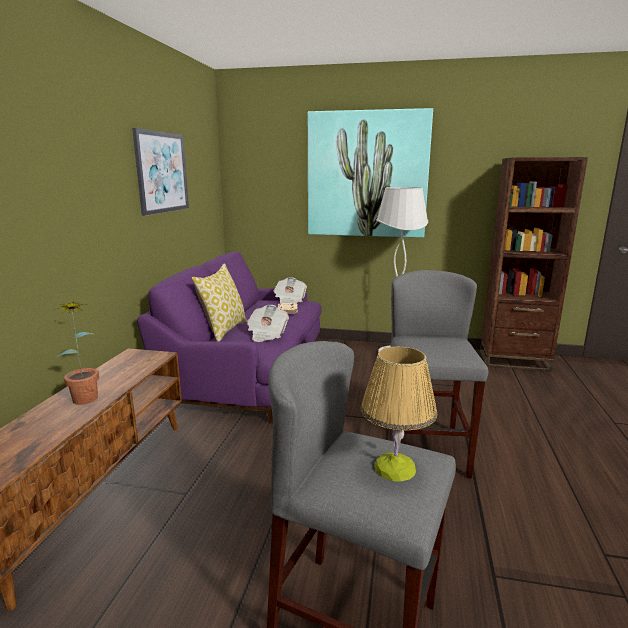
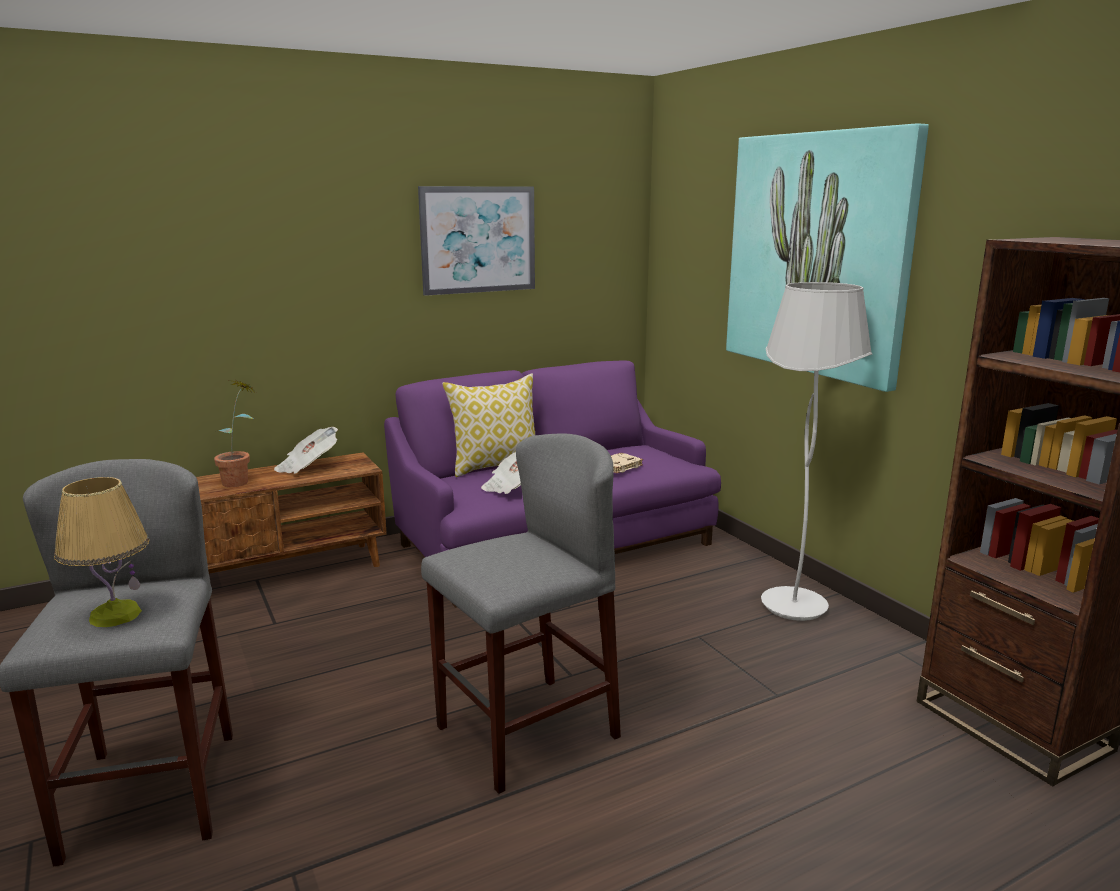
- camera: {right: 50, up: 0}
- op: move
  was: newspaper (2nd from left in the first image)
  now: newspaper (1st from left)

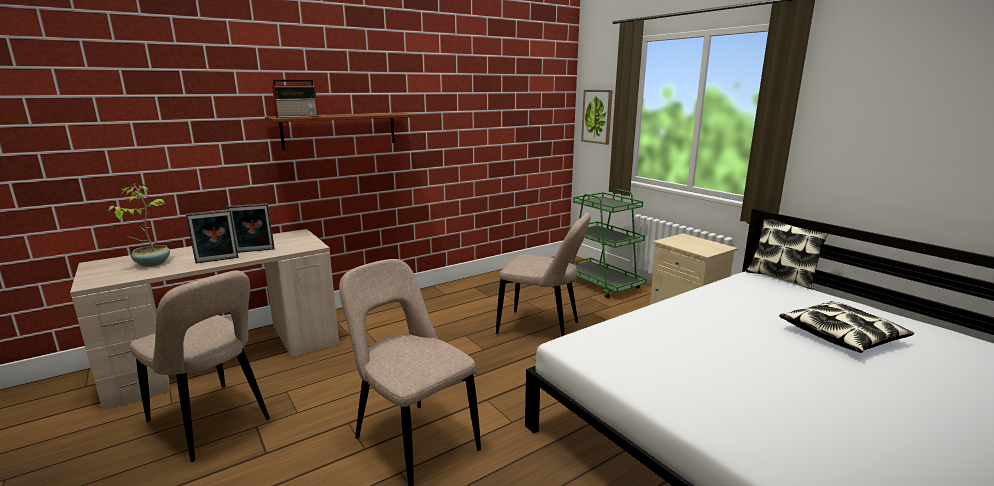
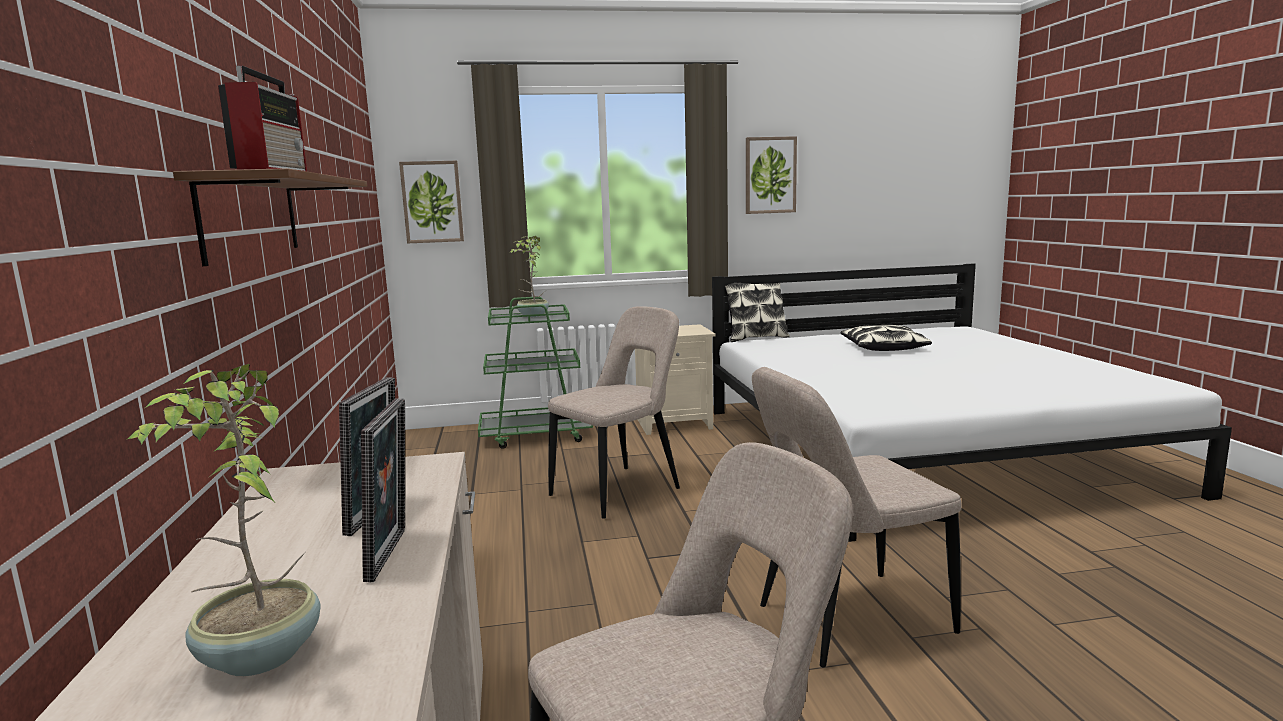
- camera: {right: -65, up: -5}
- op: insert
  now: potted plant (2nd from left)
- op: insert
  now: picture (2nd from left)

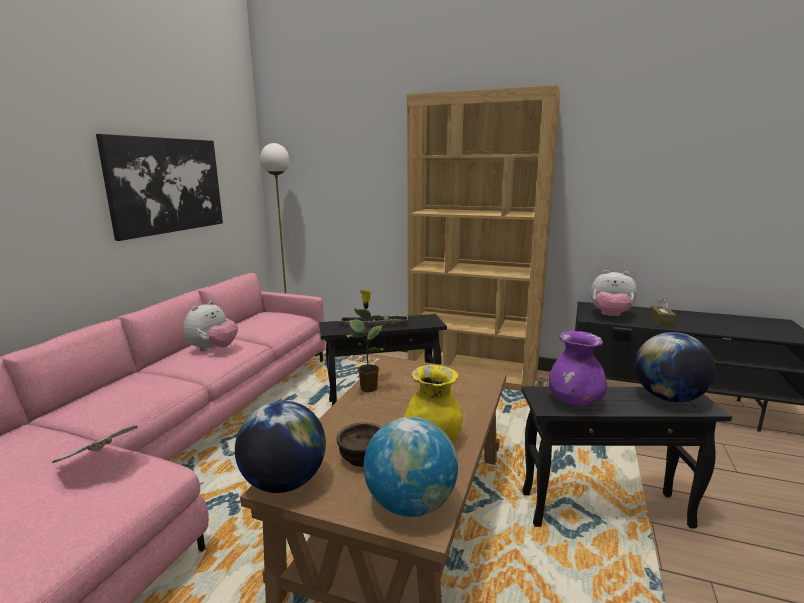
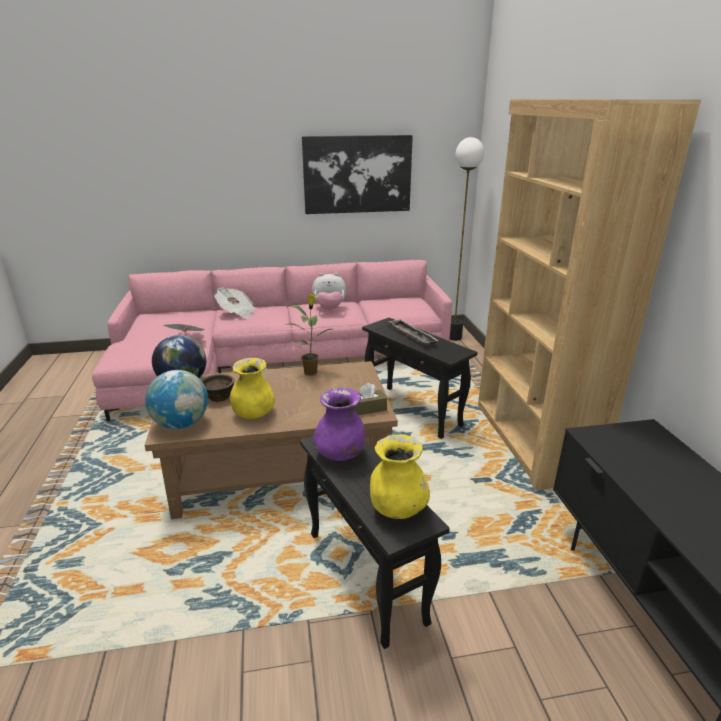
- camera: {right: 60, up: 10}
- op: delete
  was: plush toy (2nd from left)
- op: replace
  was: globe (3rd from left)
  now: vase (yellow) (2nd from left)
- op: move
  was: tissue box (brown)
- op: insert
  now: newspaper (2nd from left)

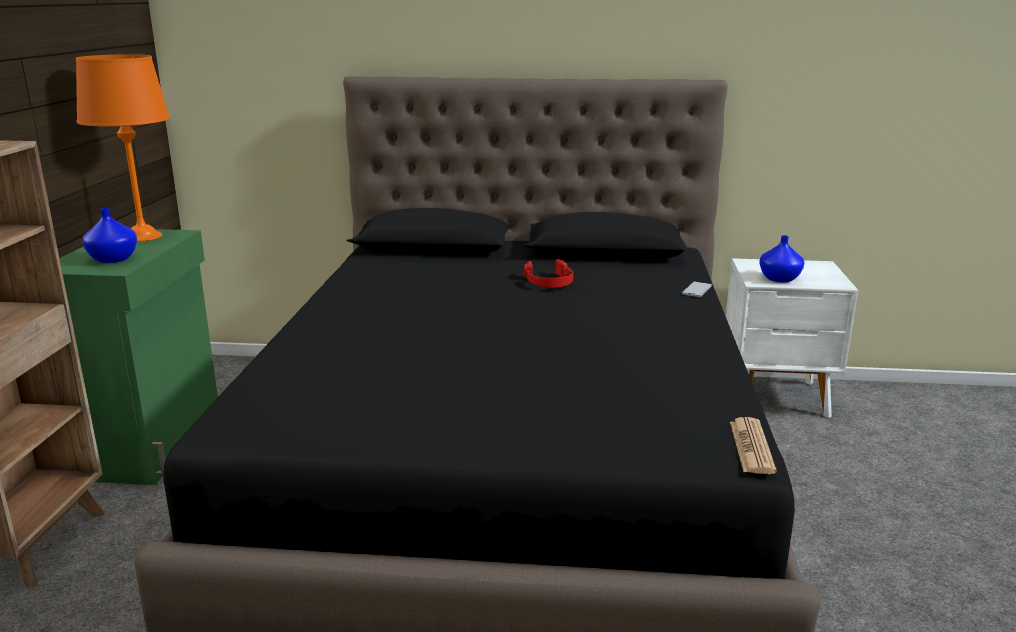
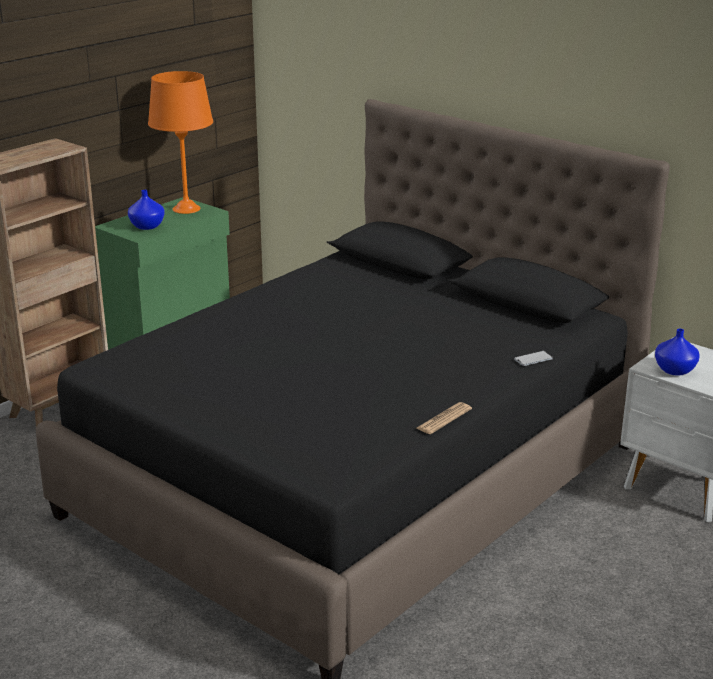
- camera: {right: 35, up: 5}
- op: delete
  was: headphones (red)
- op: move
  was: newspaper

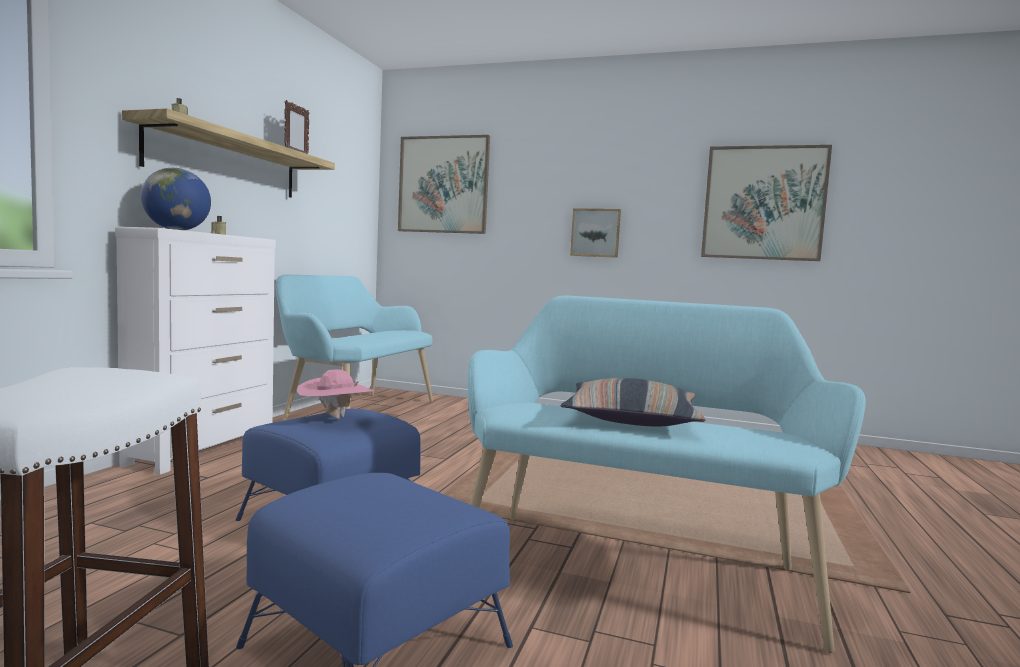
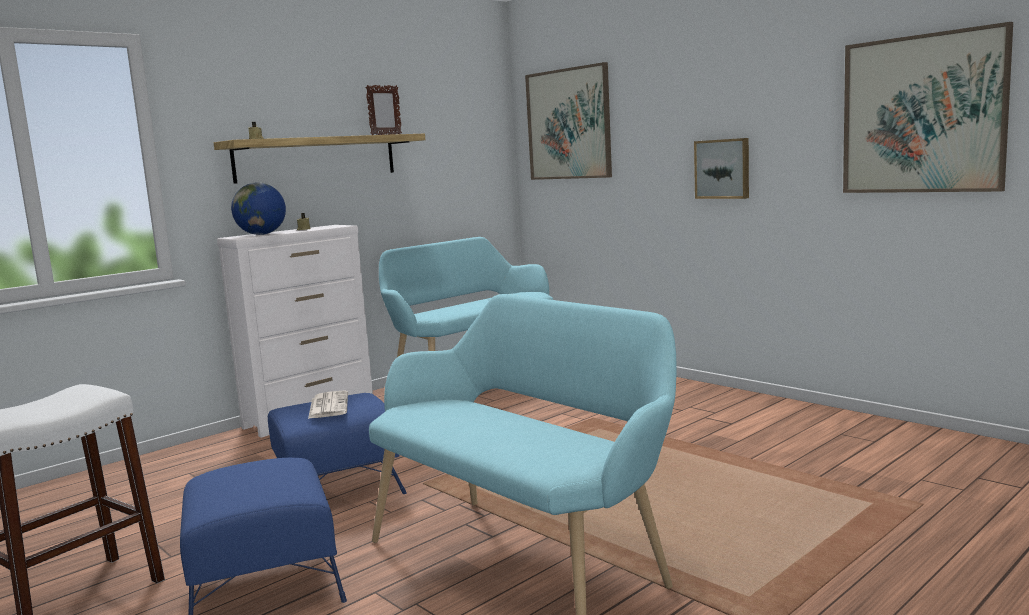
- camera: {right: 30, up: 5}
- op: replace
  was: hat (pink)
  now: newspaper
- op: delete
  was: pillow

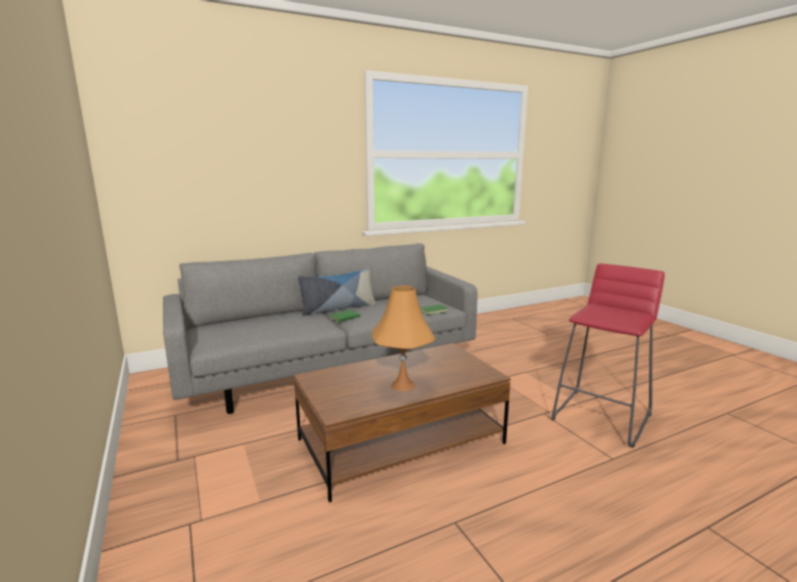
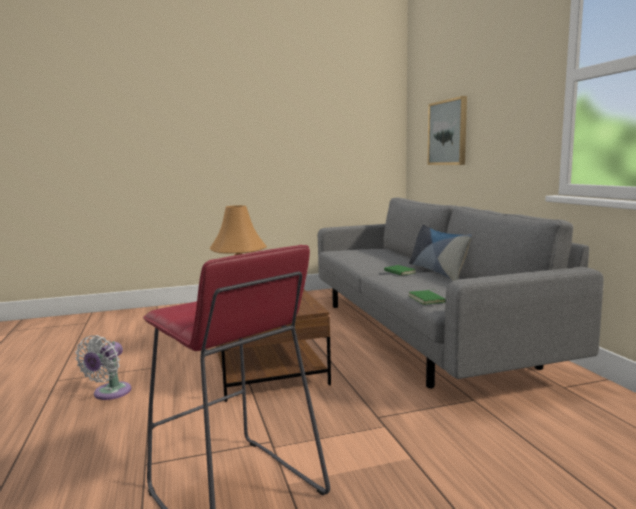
- camera: {right: 100, up: -5}
- op: insert
  now: fan (white)
- op: insert
  now: picture

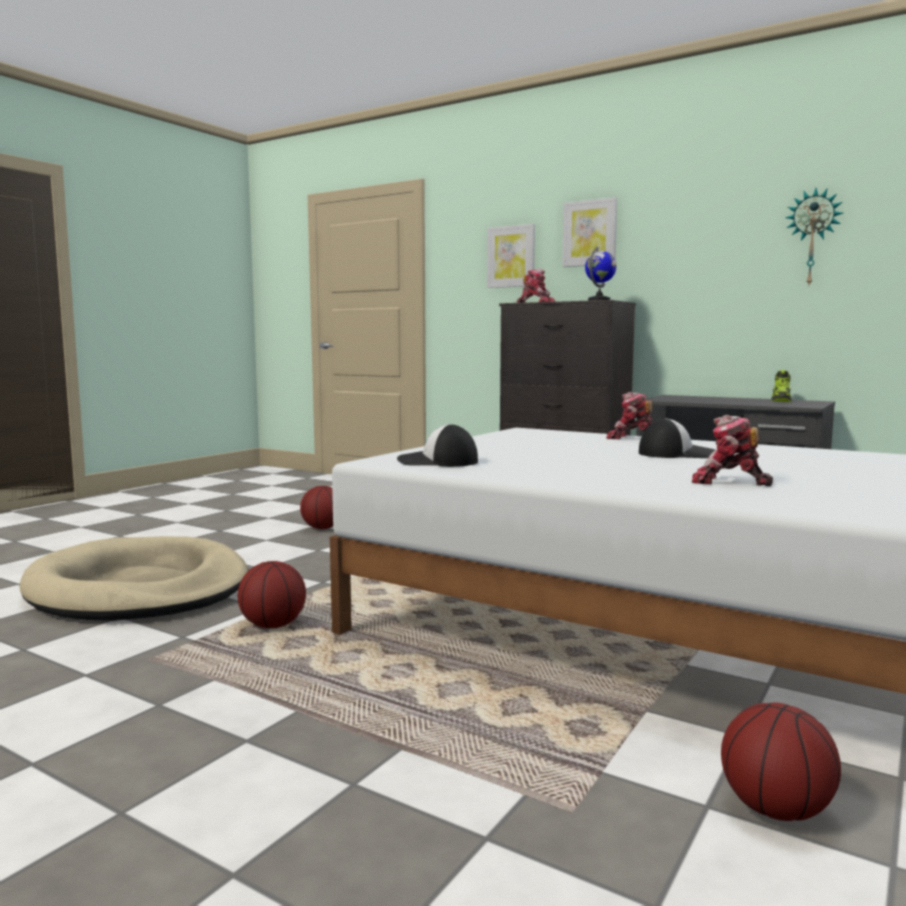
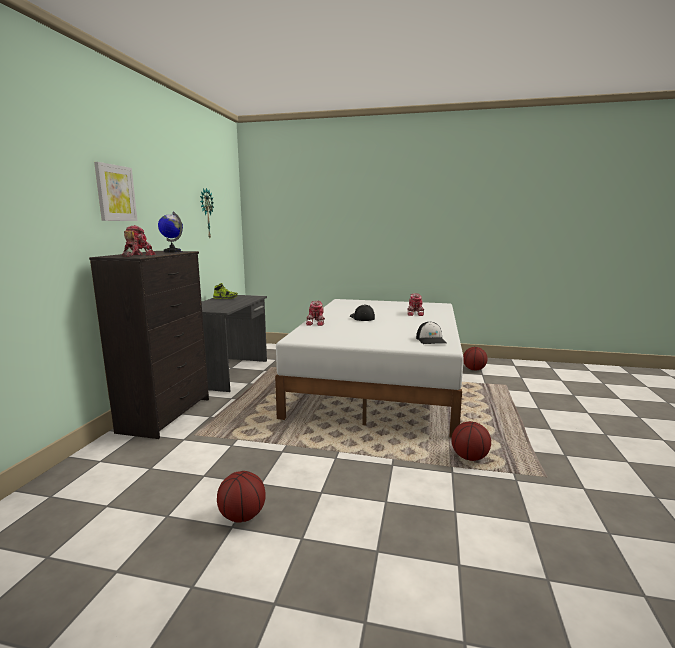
- camera: {right: -110, up: 5}
- op: delete
  was: dog bed (beige)
- op: delete
  was: picture (1st from left)

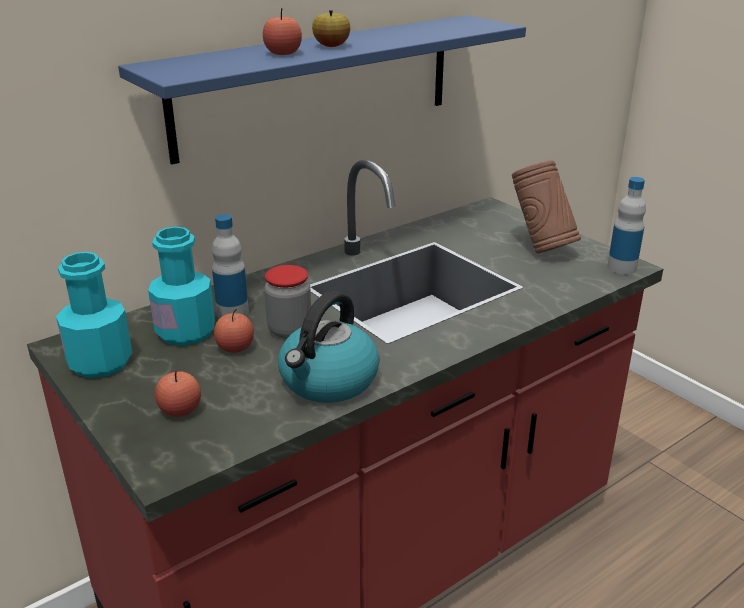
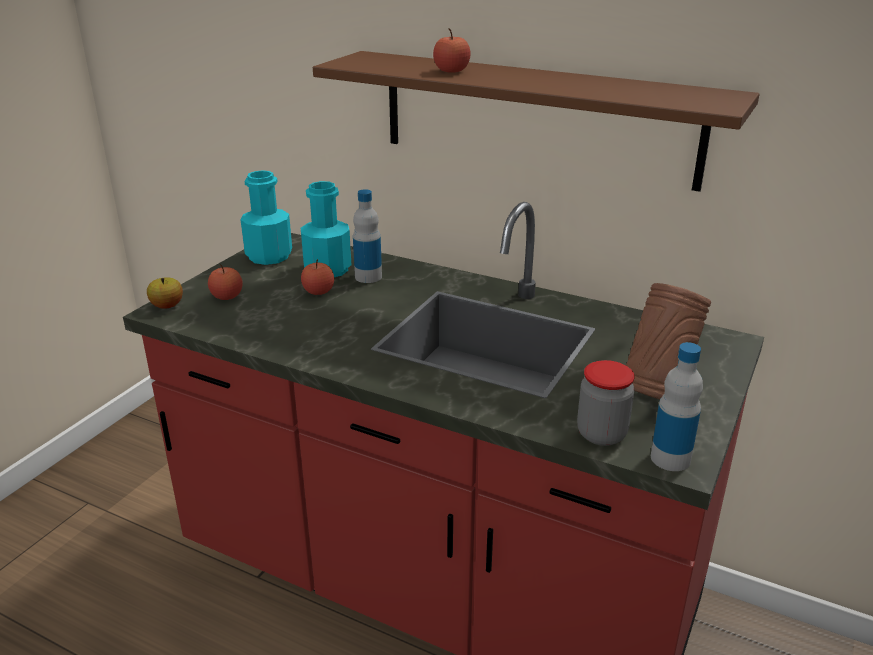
- camera: {right: 65, up: 0}
- op: recolor
  was: shelf (blue)
  now: shelf (brown)
- op: move
  was: jar
- op: delete
  was: kettle
- op: move
  was: apple (4th from left in the first image)
  now: apple (1st from left)

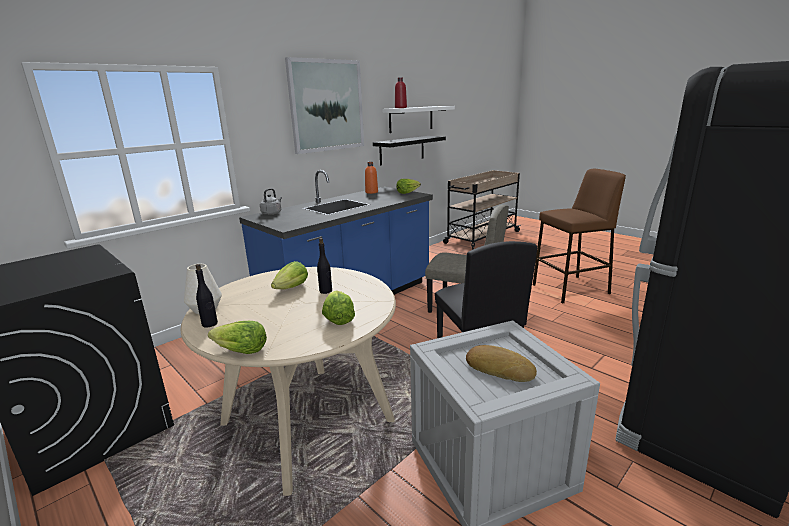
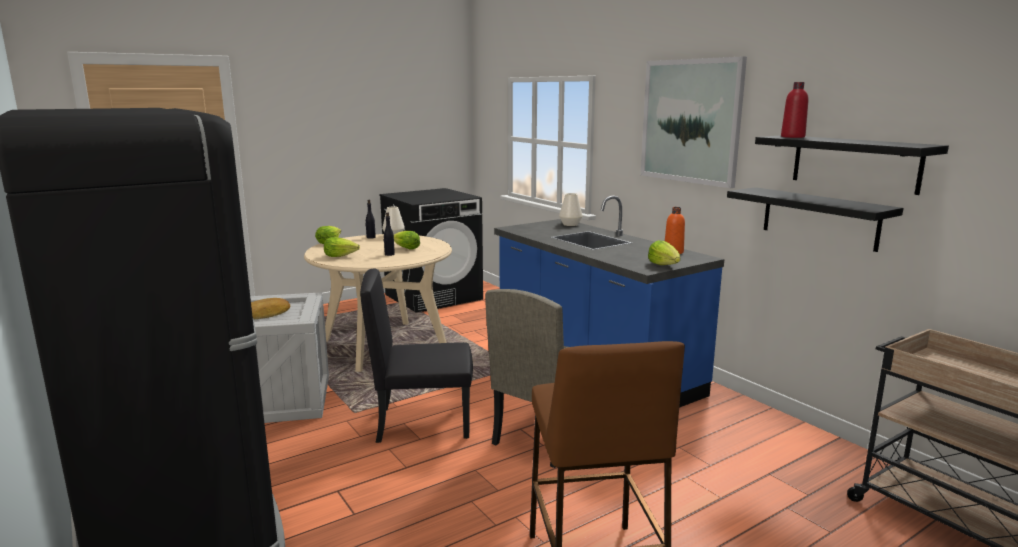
- camera: {right: 100, up: -5}
- op: replace
  was: kettle (grey)
  now: vase (white) (2nd from left)
- op: recolor
  was: shelf (white)
  now: shelf (black) (2nd from left)

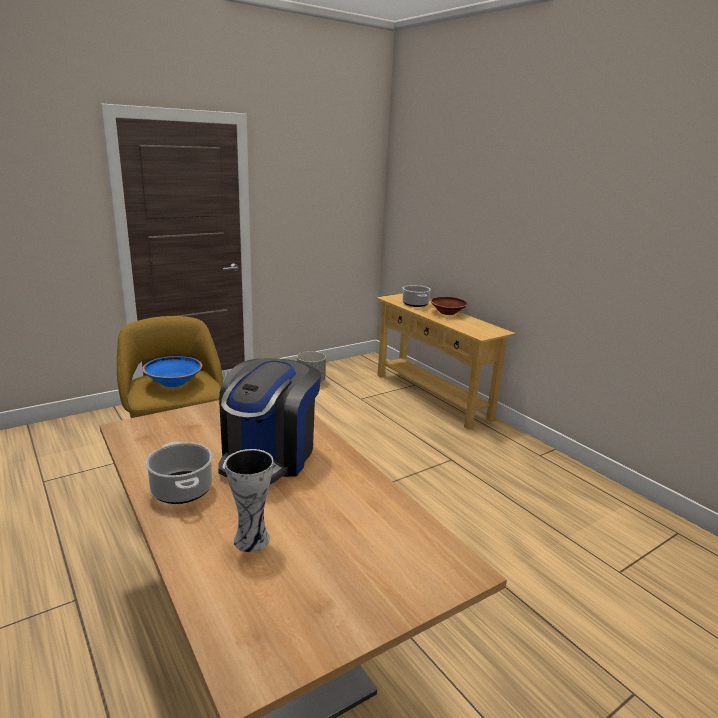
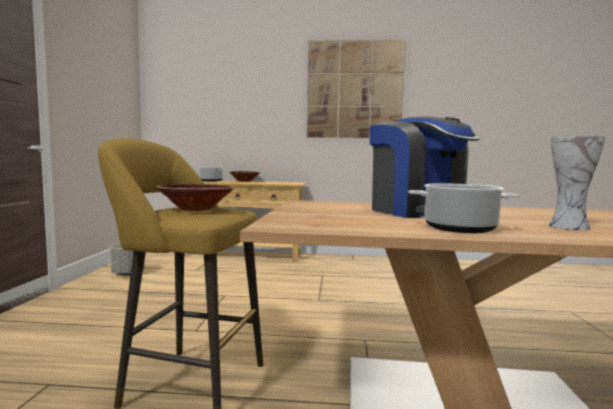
- camera: {right: -50, up: -15}
- op: recolor
  was: bowl (blue)
  now: bowl (brown) (1st from left)
- op: insert
  now: picture

